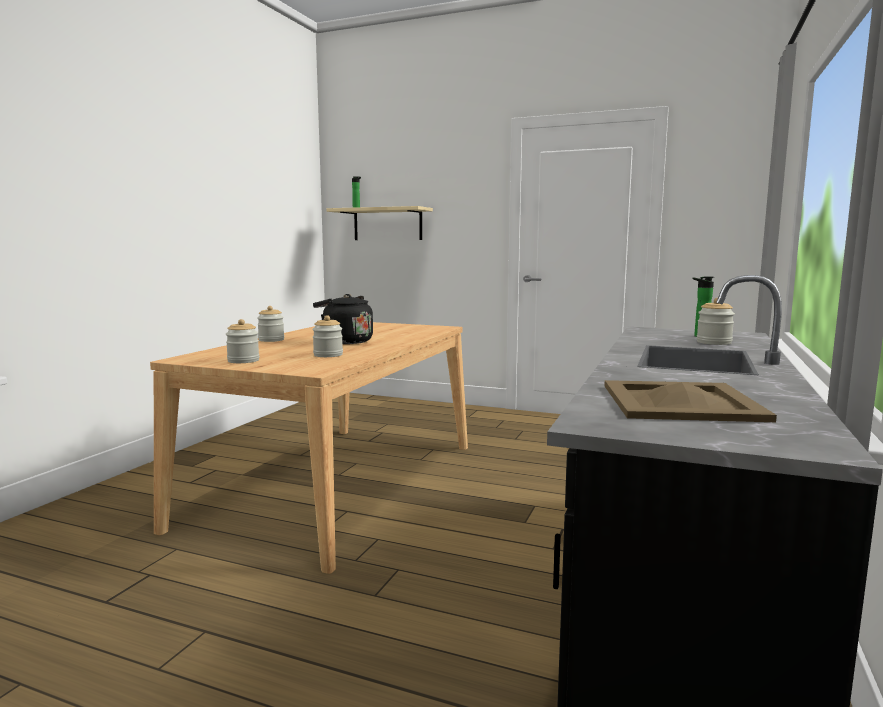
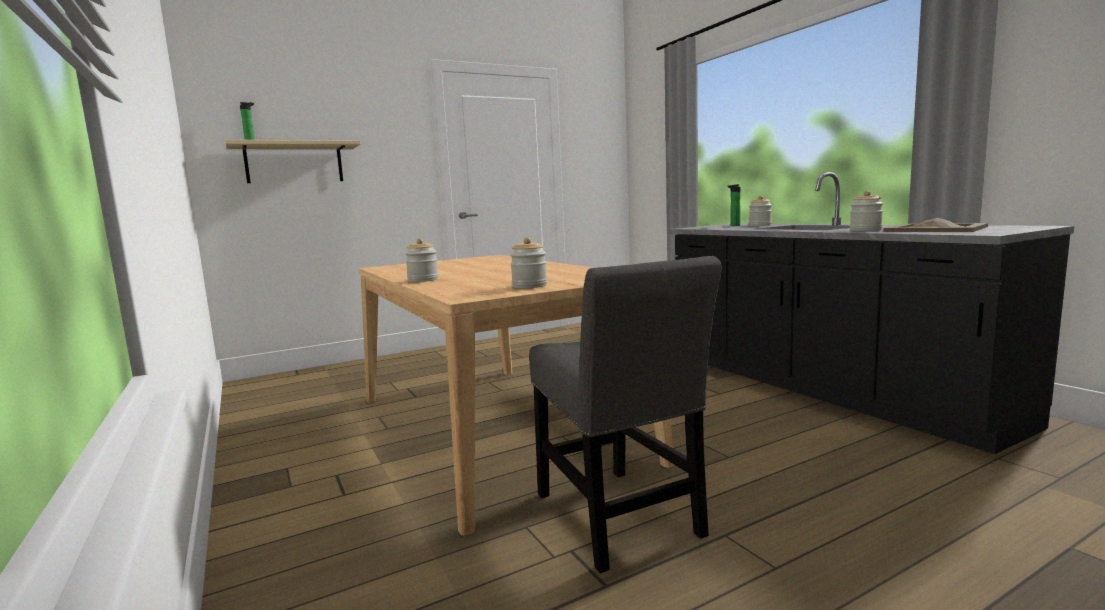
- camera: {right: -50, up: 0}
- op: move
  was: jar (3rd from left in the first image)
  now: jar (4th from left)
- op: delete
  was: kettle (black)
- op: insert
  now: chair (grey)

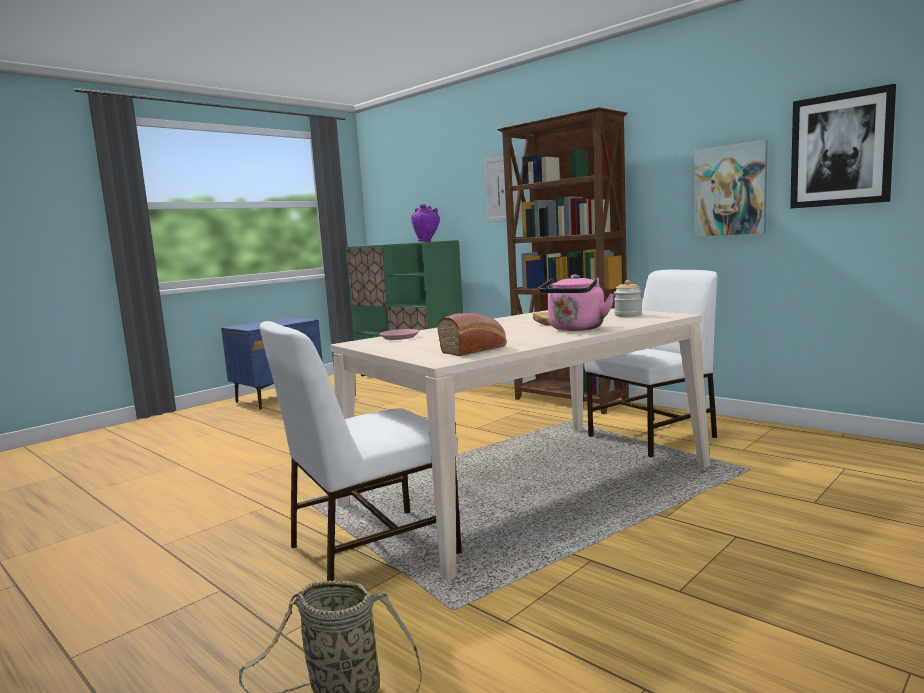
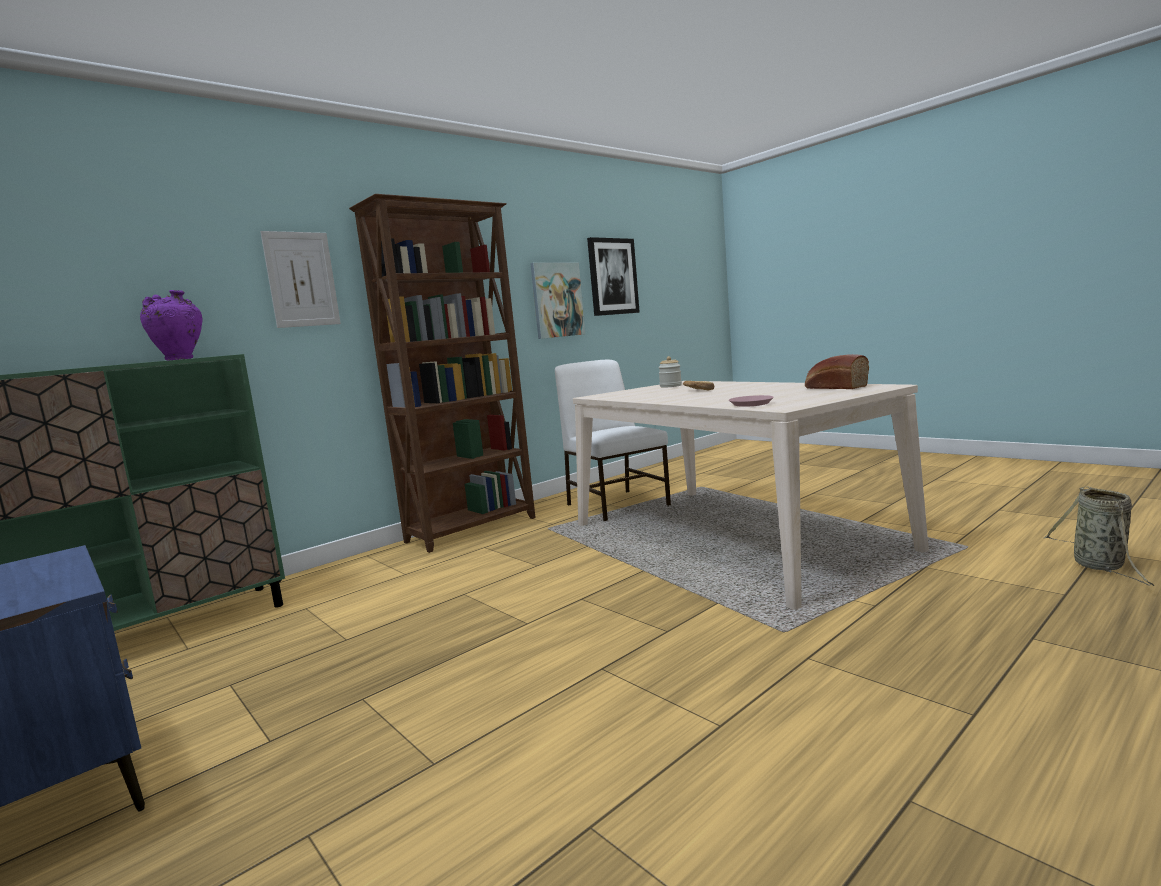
- camera: {right: -85, up: 0}
- op: delete
  was: chair (white) (1st from left)
- op: delete
  was: kettle (pink)

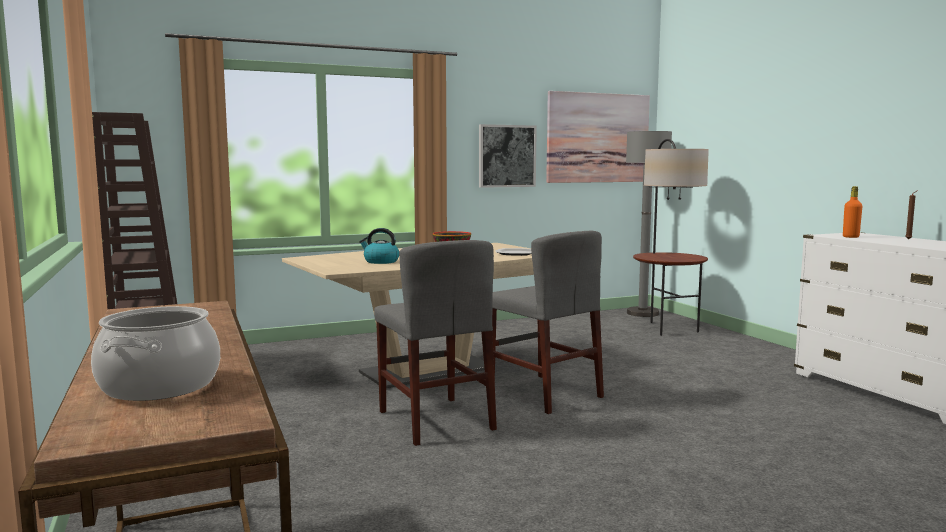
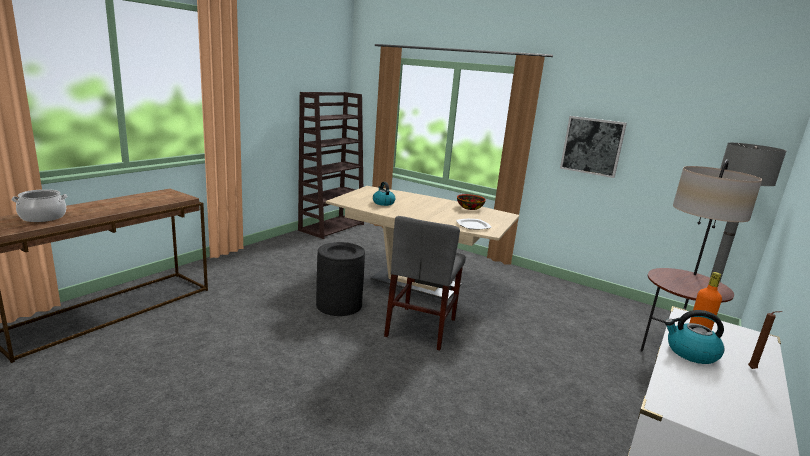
- camera: {right: 55, up: 10}
- op: replace
  was: chair (grey) (1st from left)
  now: trash can (black)
- op: delete
  was: picture (2nd from left)
- op: insert
  now: kettle (2nd from left)

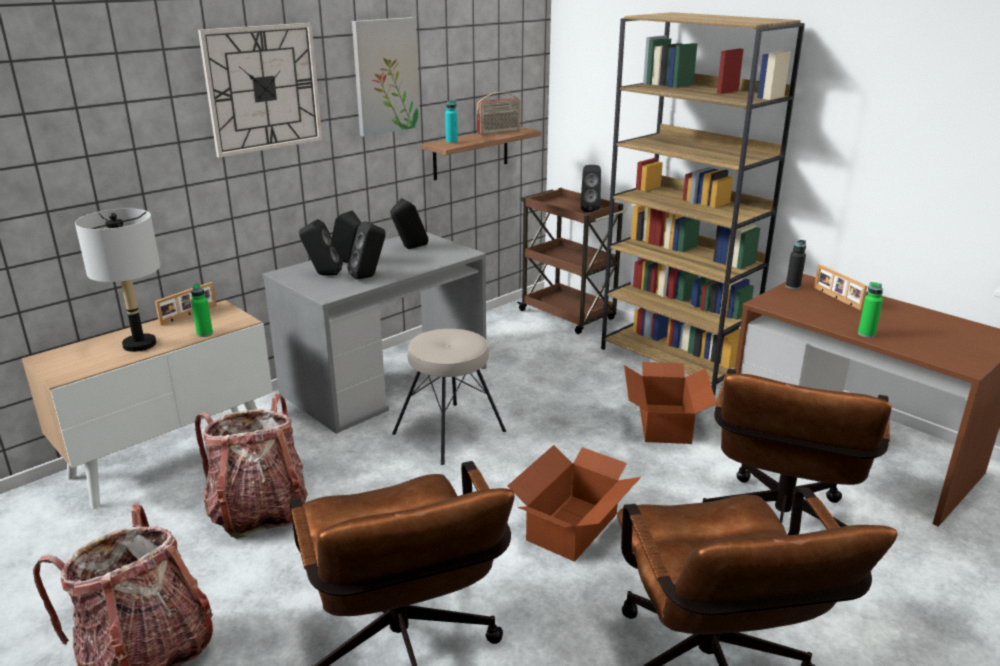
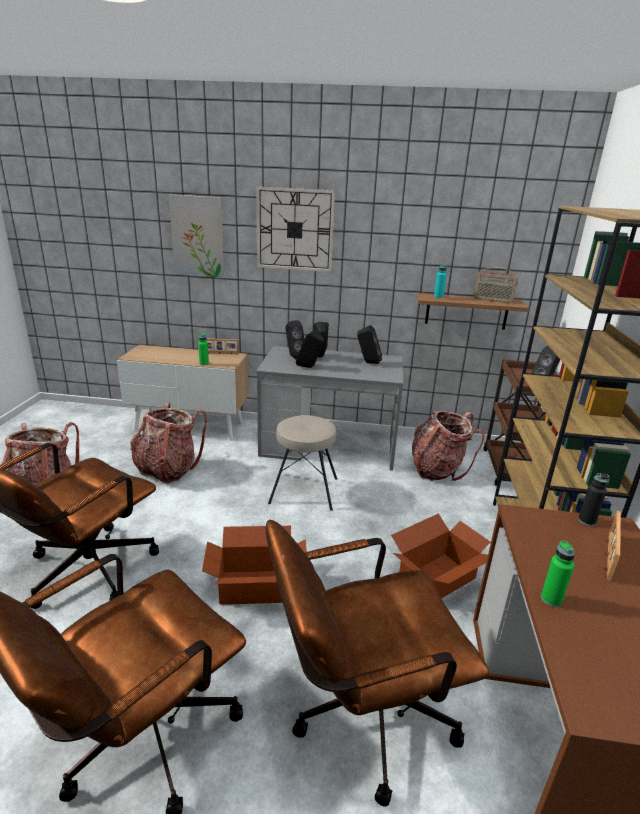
- camera: {right: 50, up: 0}
- op: delete
  was: table lamp (grey)
- op: move
  was: picture
- op: insert
  now: backpack (3rd from left)

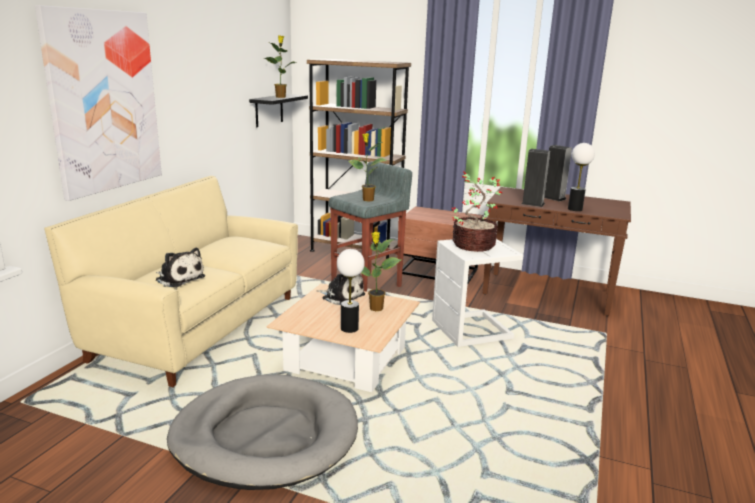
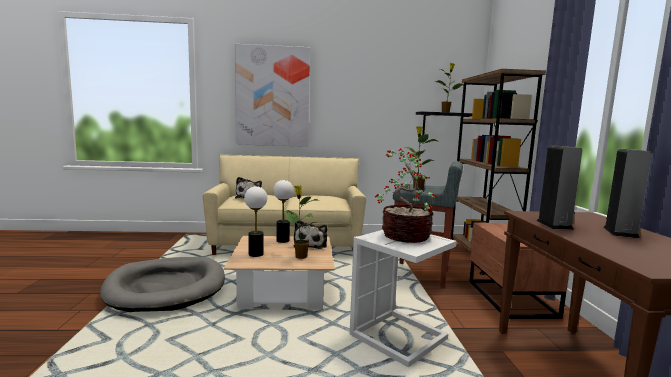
- camera: {right: 65, up: -10}
- op: move
  was: table lamp (2nd from left)

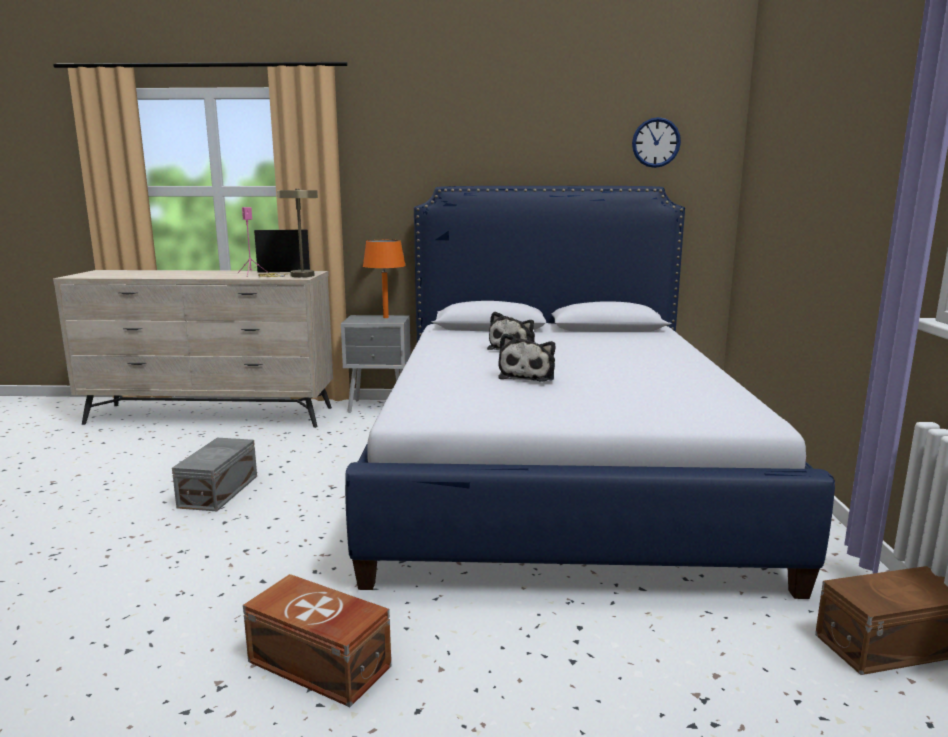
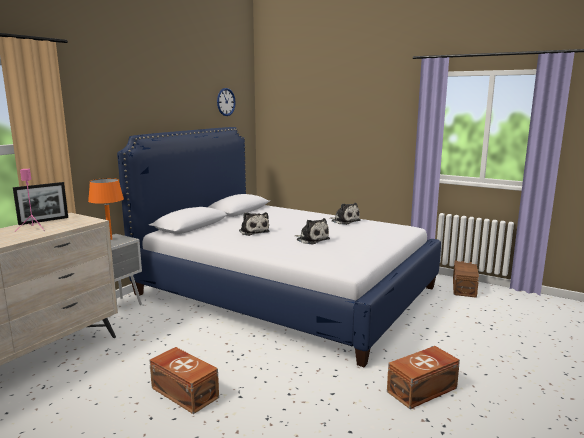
- camera: {right: -60, up: 0}
- op: recolor
  was: storage box (grey)
  now: storage box (brown) (1st from left)
- op: rotate
  was: picture frame
  clockwise: -150
- op: delete
  was: table lamp (beige)
- op: insert
  now: plush toy (3rd from left)

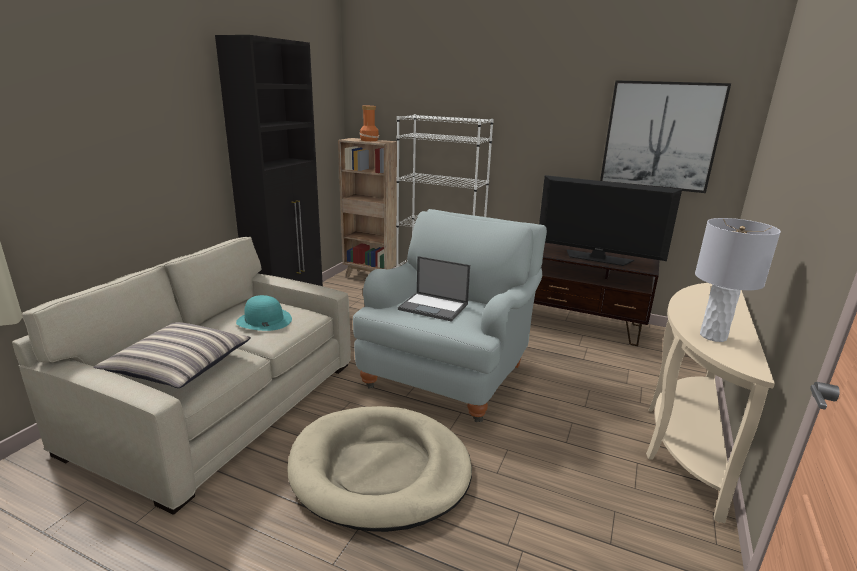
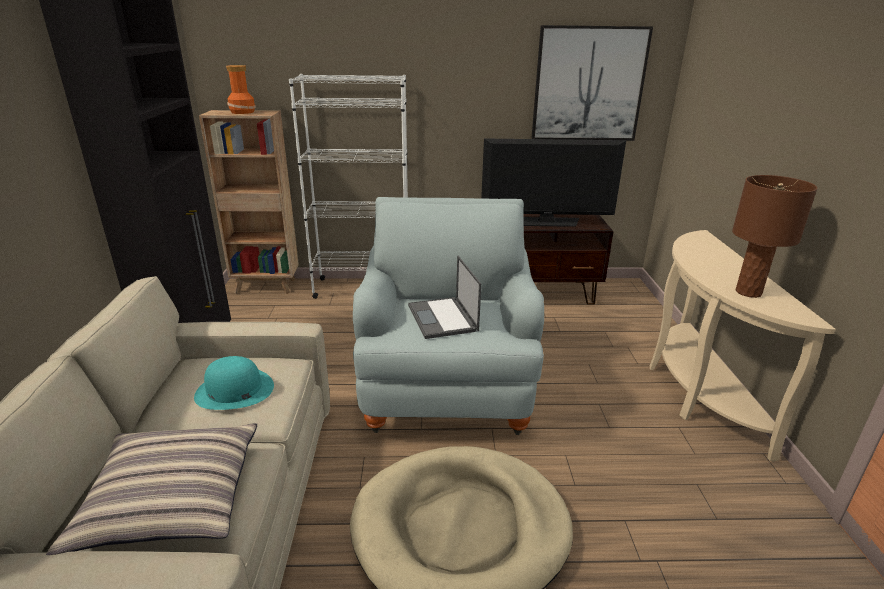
- camera: {right: -25, up: 5}
- op: rotate
  was: laptop
  clockwise: 75
- op: recolor
  was: table lamp (grey)
  now: table lamp (brown)

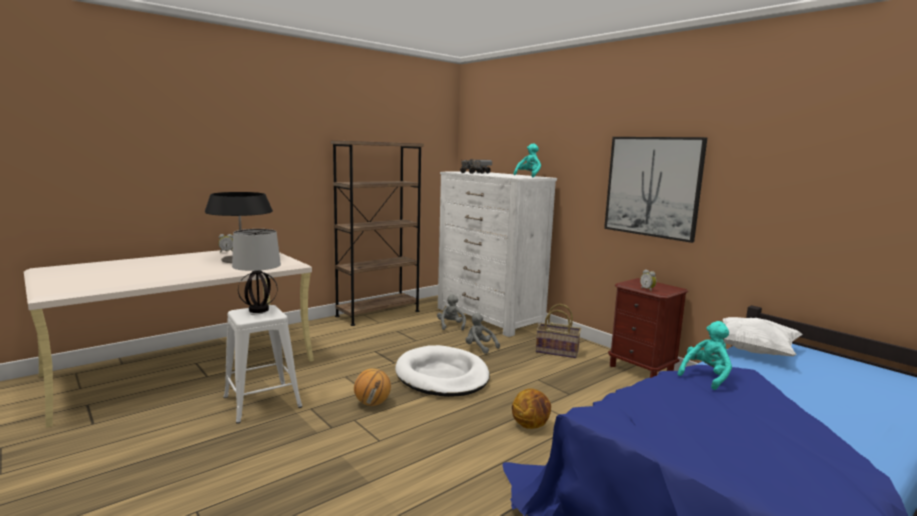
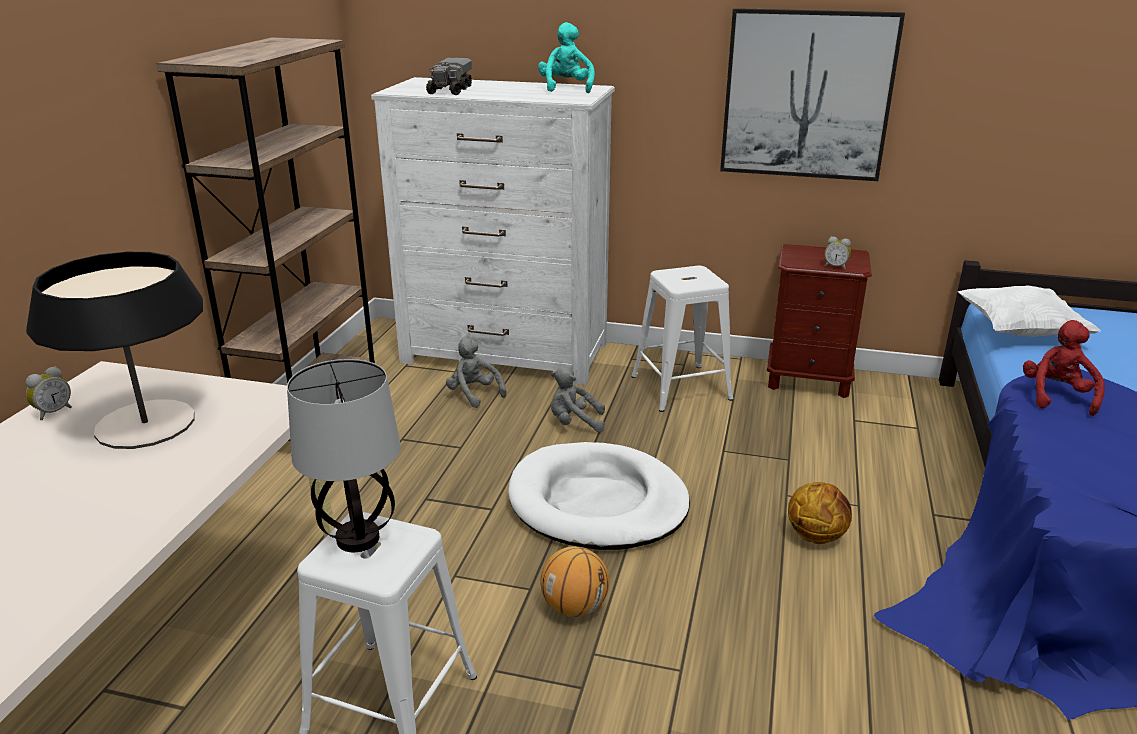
- camera: {right: -35, up: 15}
- op: replace
  was: basket
  now: stool (white) (2nd from left)
- op: recolor
  was: plush toy (turquoise) (2nd from left)
  now: plush toy (red)

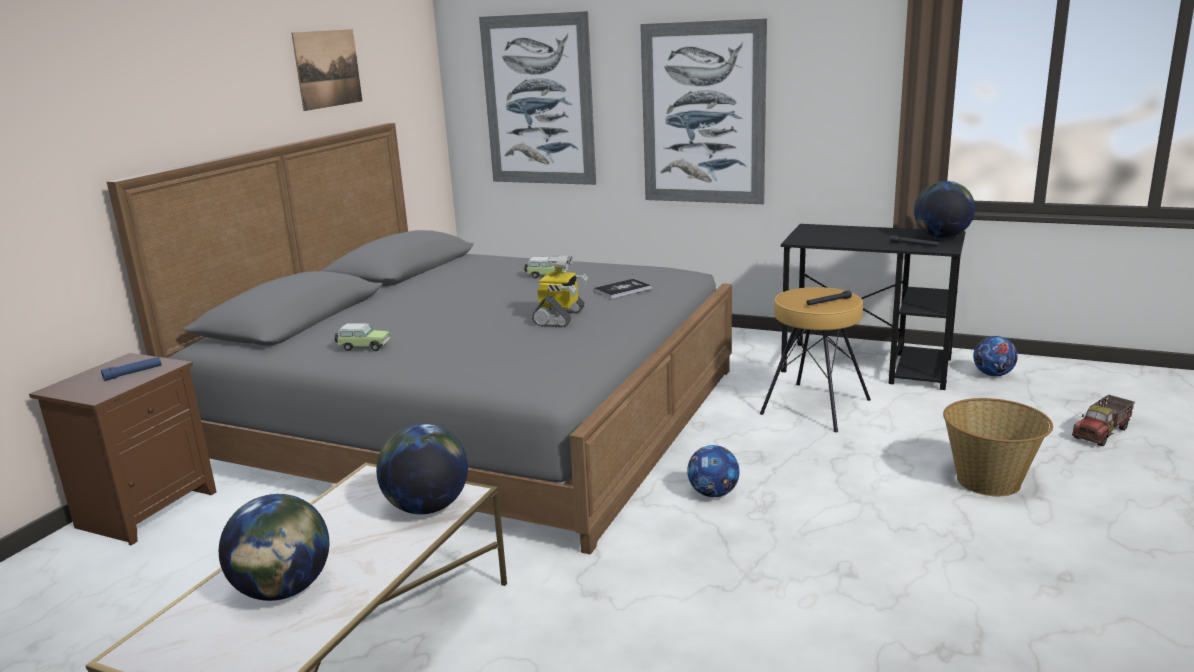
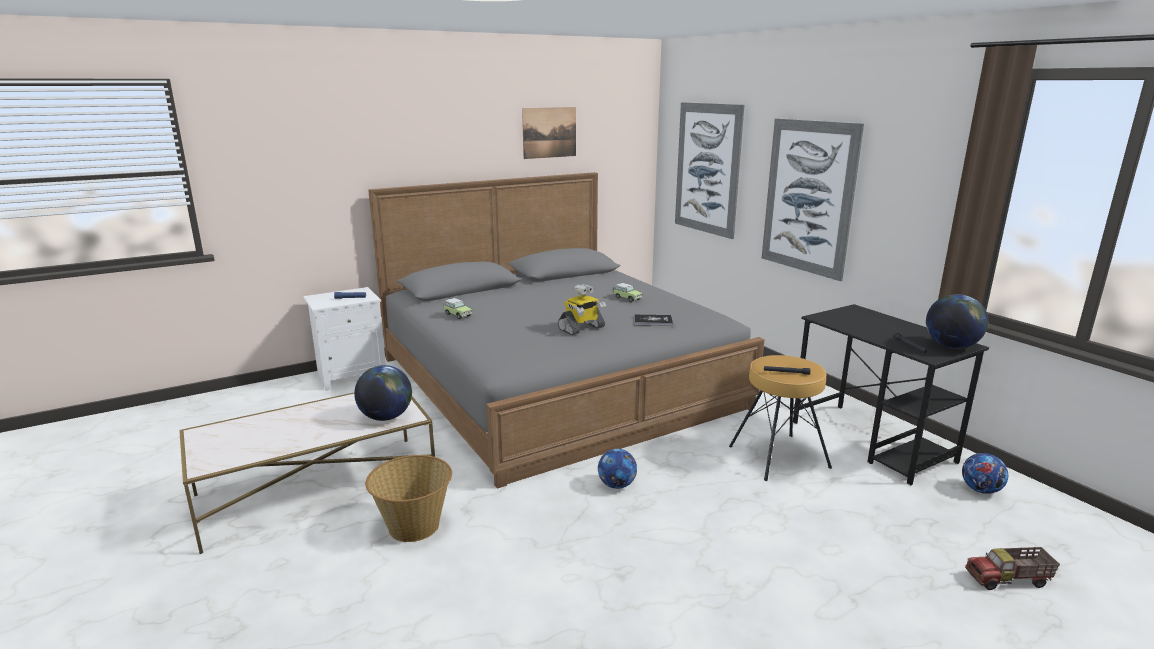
- camera: {right: 35, up: 0}
- op: recolor
  was: nightstand (brown)
  now: nightstand (white)
- op: delete
  was: globe (1st from left)
- op: move
  was: basket

